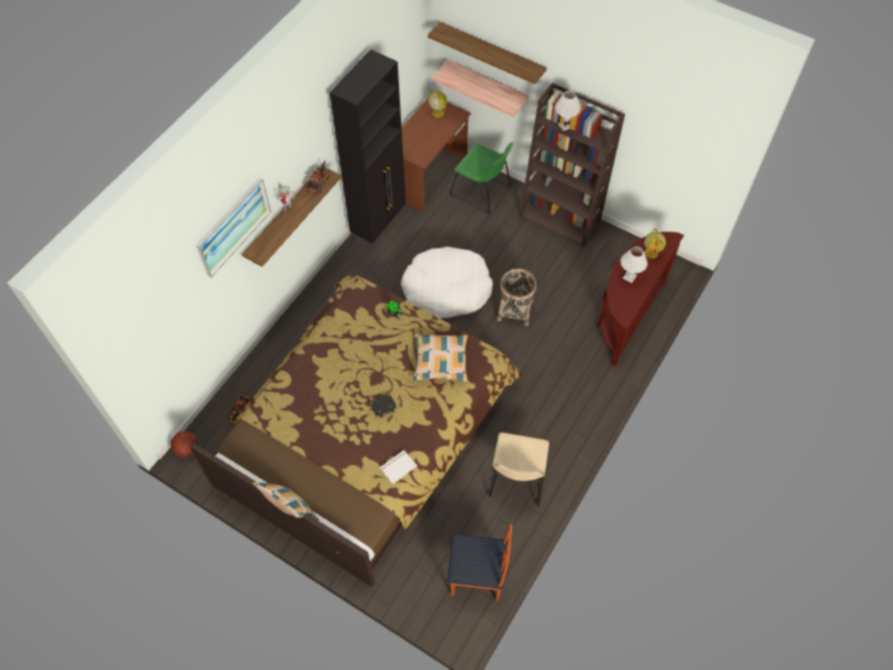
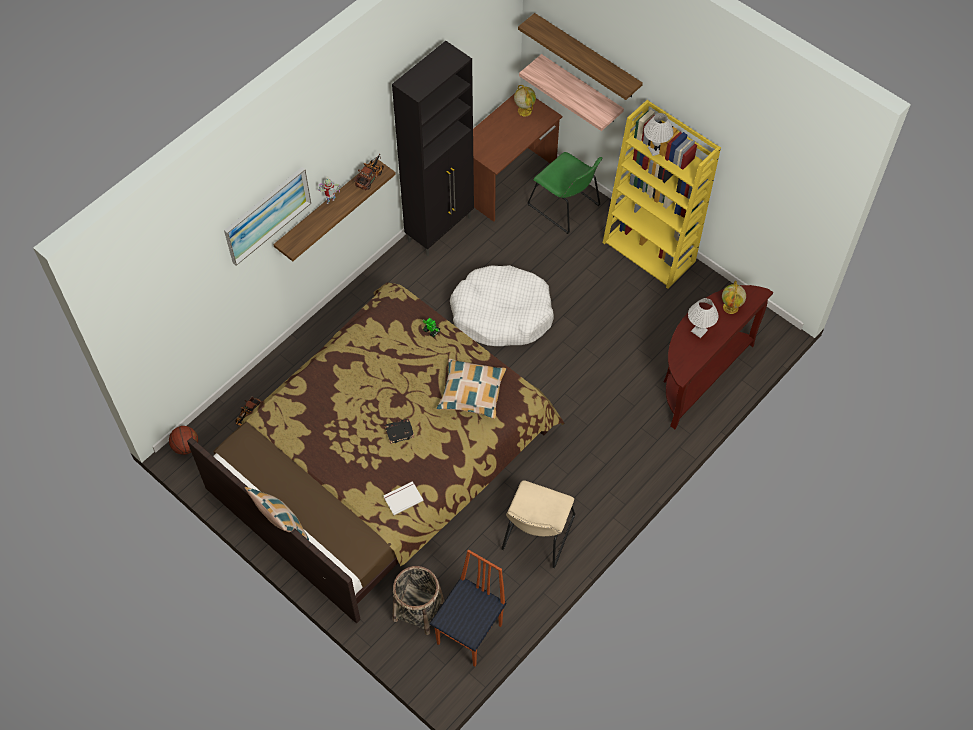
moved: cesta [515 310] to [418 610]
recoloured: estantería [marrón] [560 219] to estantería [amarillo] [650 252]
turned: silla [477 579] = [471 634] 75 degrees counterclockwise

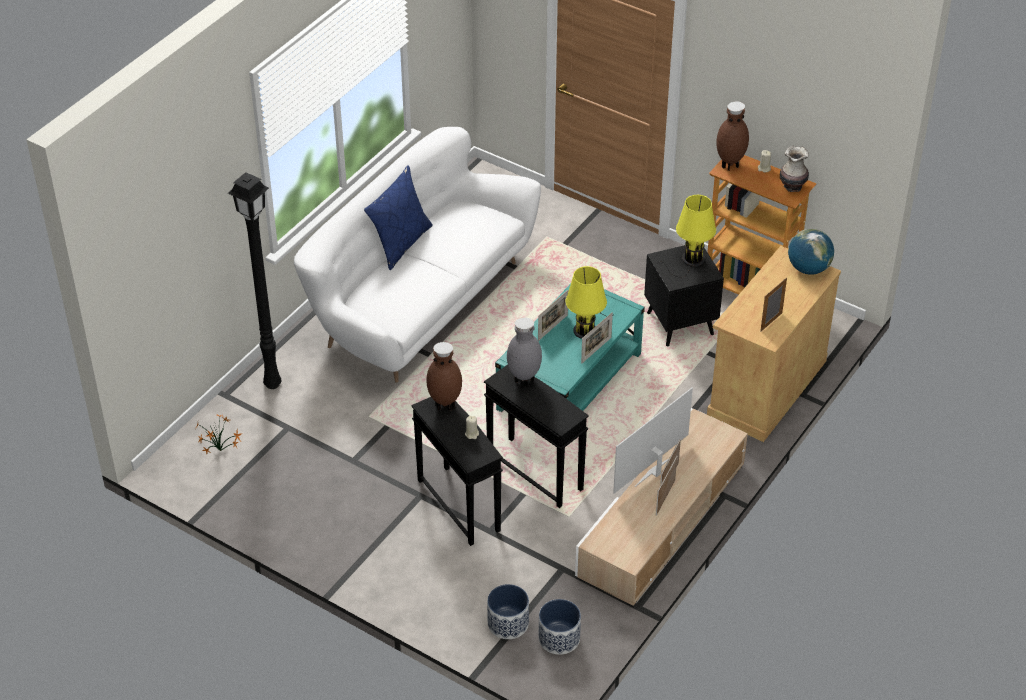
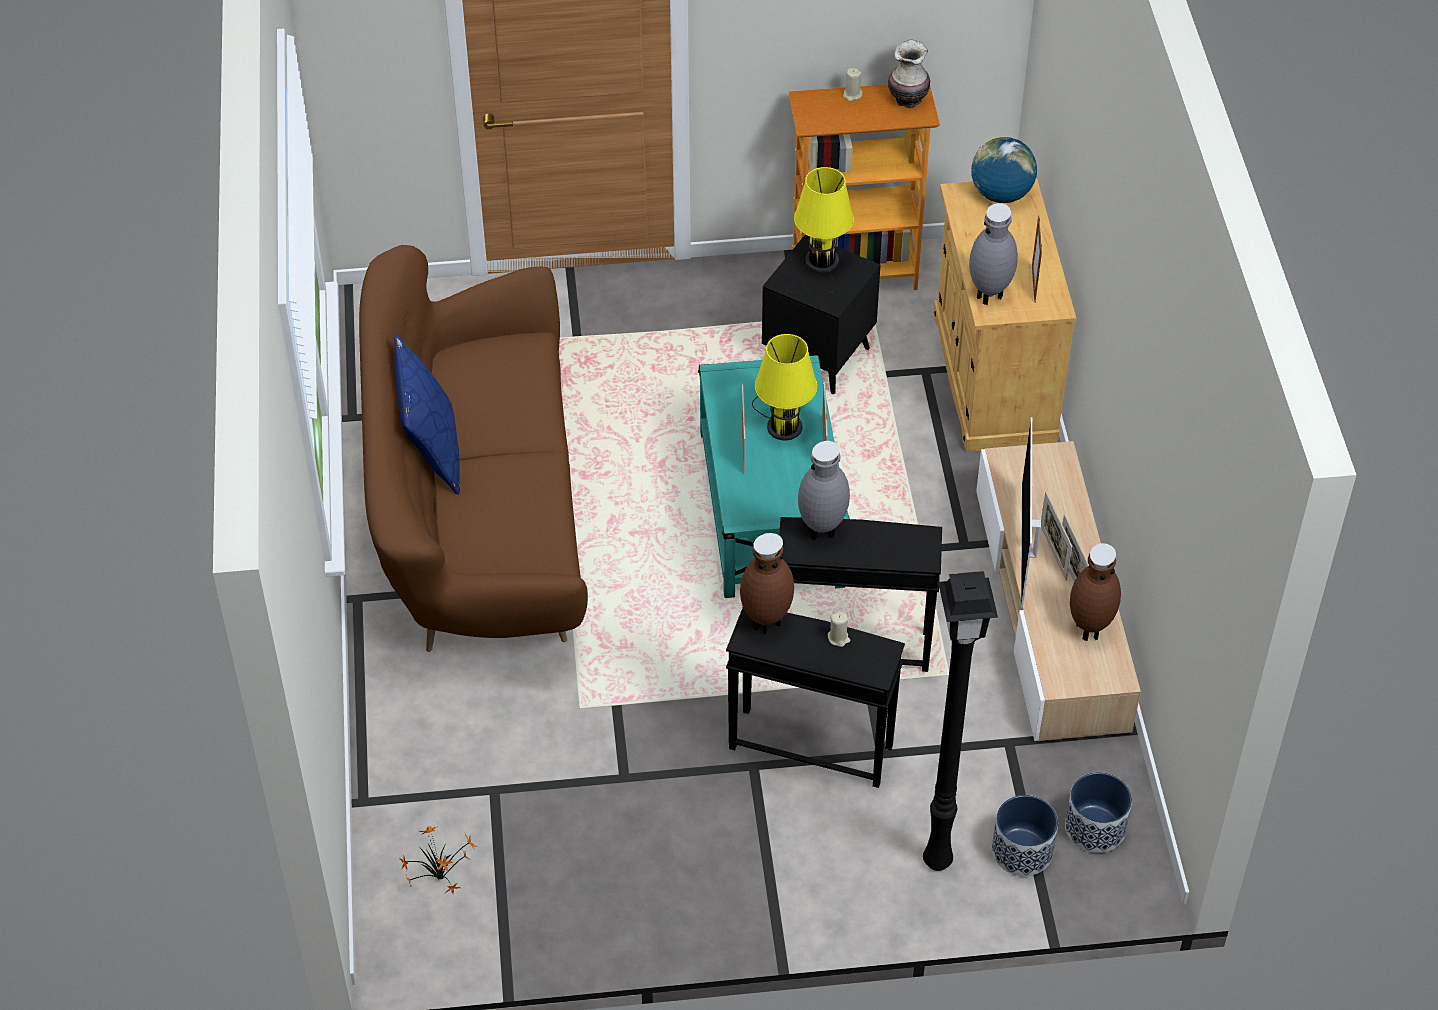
added: florero [gris] [990 296]
moved: lámpara de pie [negro] [272 383] to [935 859]; florero [marrón] [729 164] to [1088 629]
recoloured: sofá [blanco] [418 302] to sofá [marrón] [479 520]

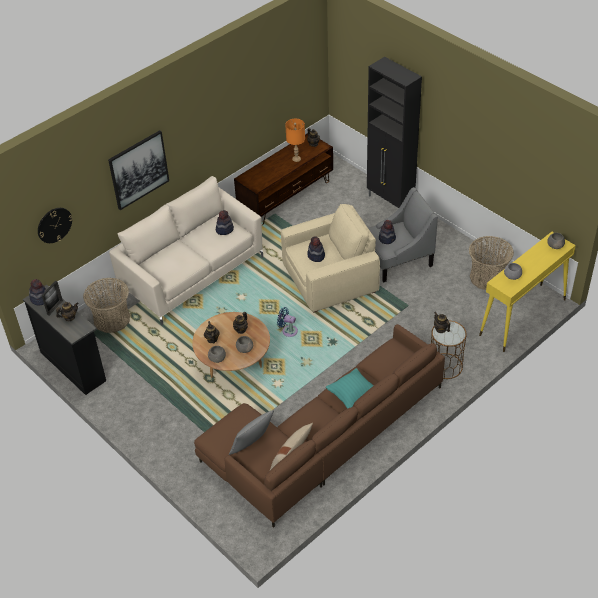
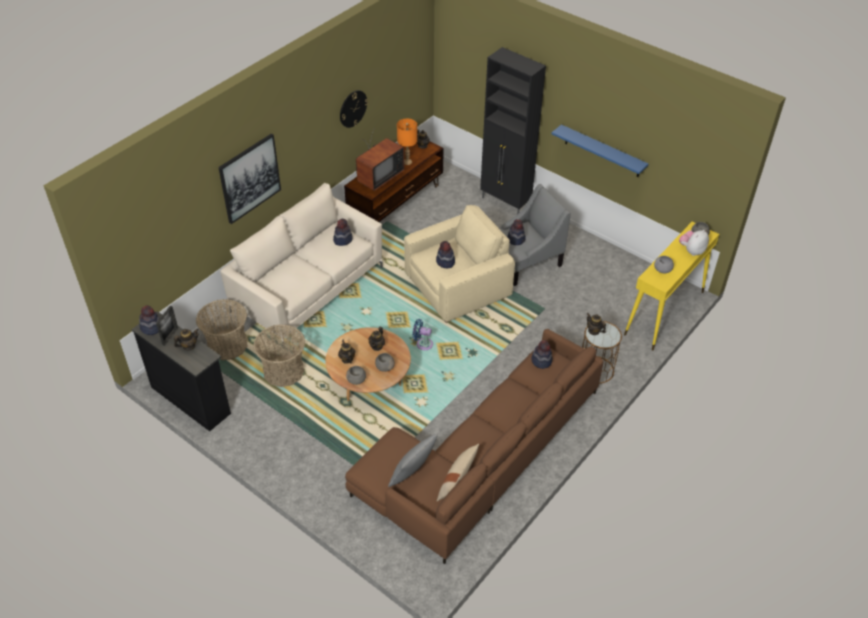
removed: cojín [turquesa] [352 396]
added: televisor [378 177]; sombrero [541 360]; estante [azul] [602 151]; peluche [691 251]
moved: reloj de pared [54 225] to [353 108]; cesta [487 277] to [283 371]

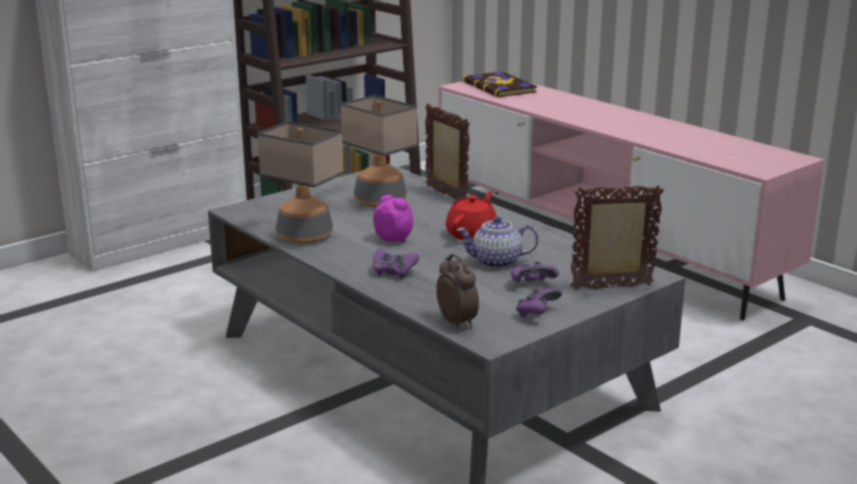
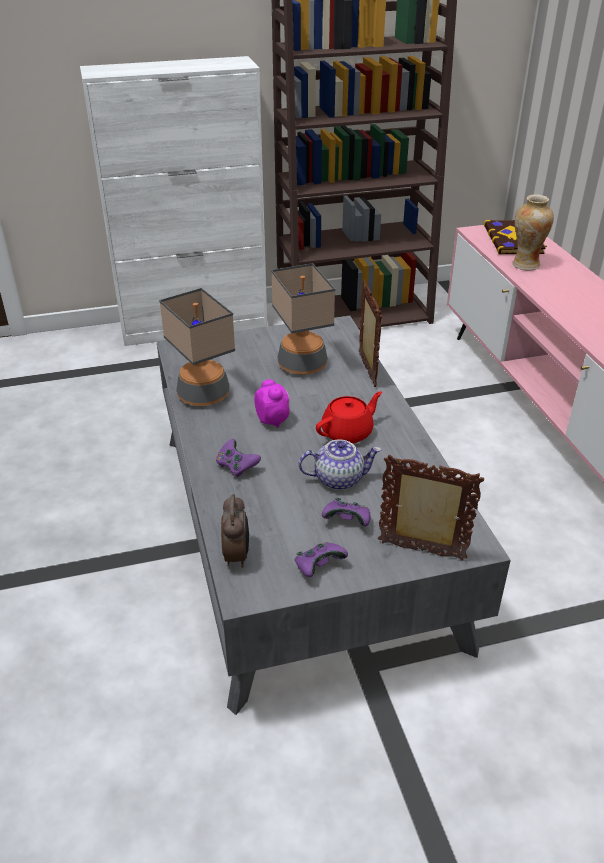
added: florero [525 265]
turned: tetera [496 262] = [339 479] 150 degrees clockwise

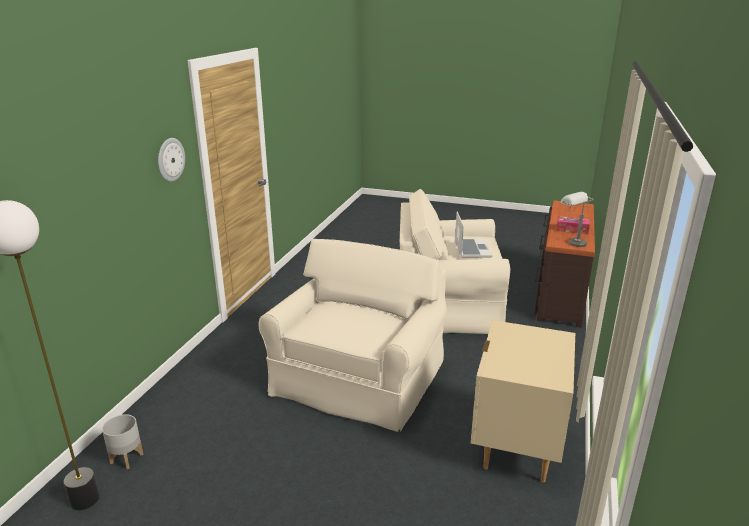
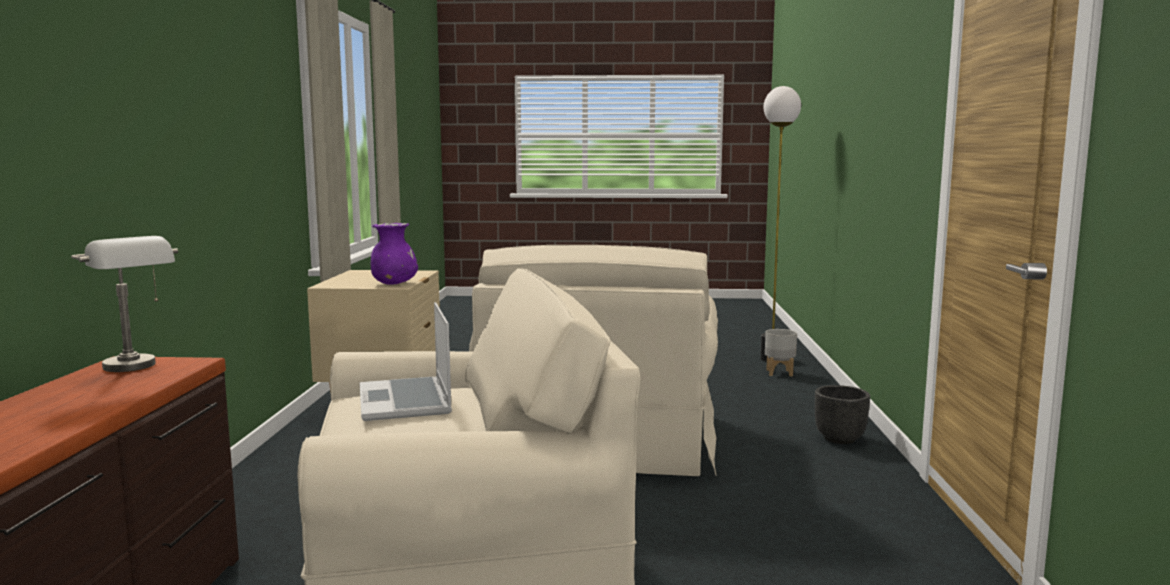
removed: reloj de pared [170 159]; caja de pañuelos [572 229]
added: florero [morado] [394 284]; maceta [negro] [840 439]

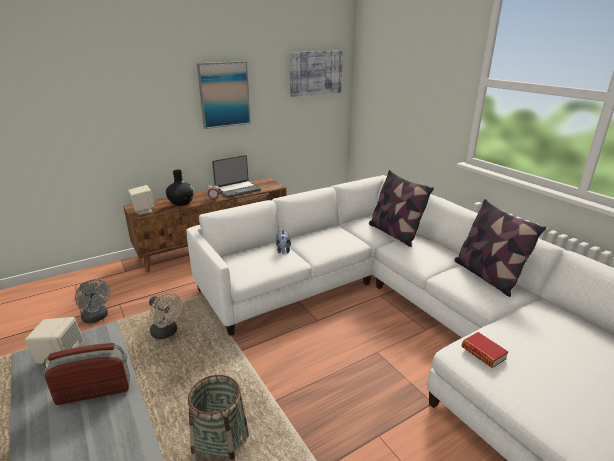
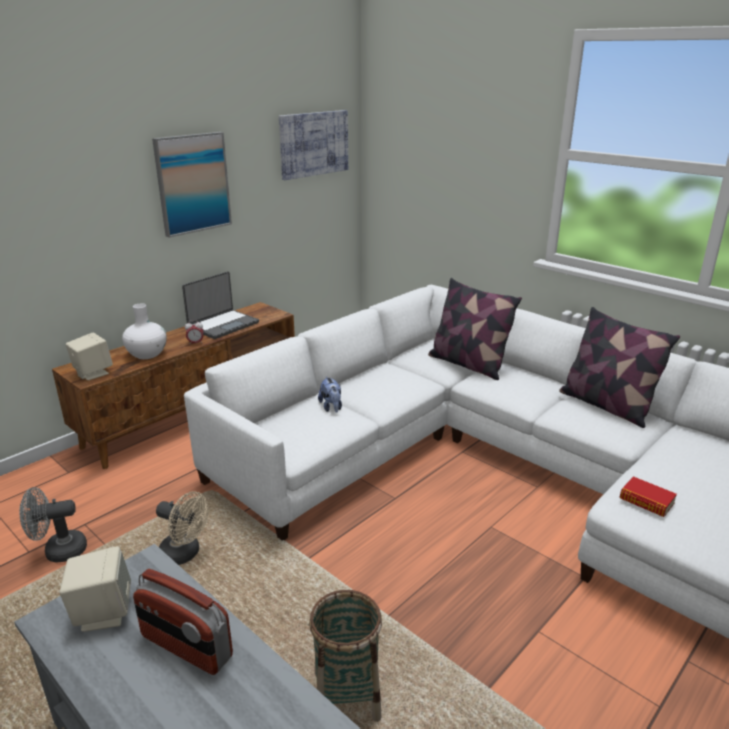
recoloured: florero [negro] [181 203] to florero [blanco] [147 354]
turned: radio [94 391] = [186 647] 120 degrees counterclockwise; ventilador [gris] [97 318] = [59 551] 135 degrees clockwise

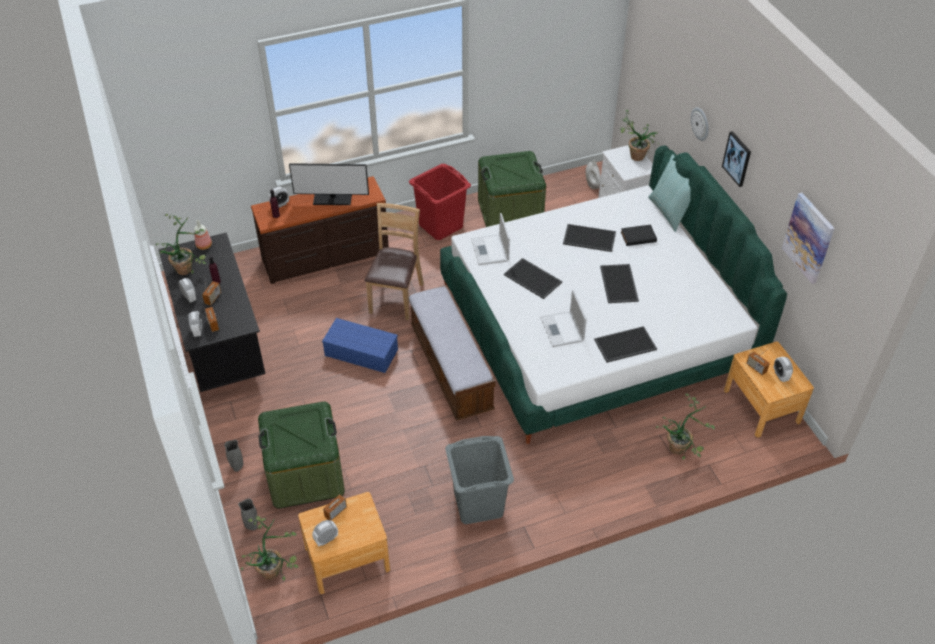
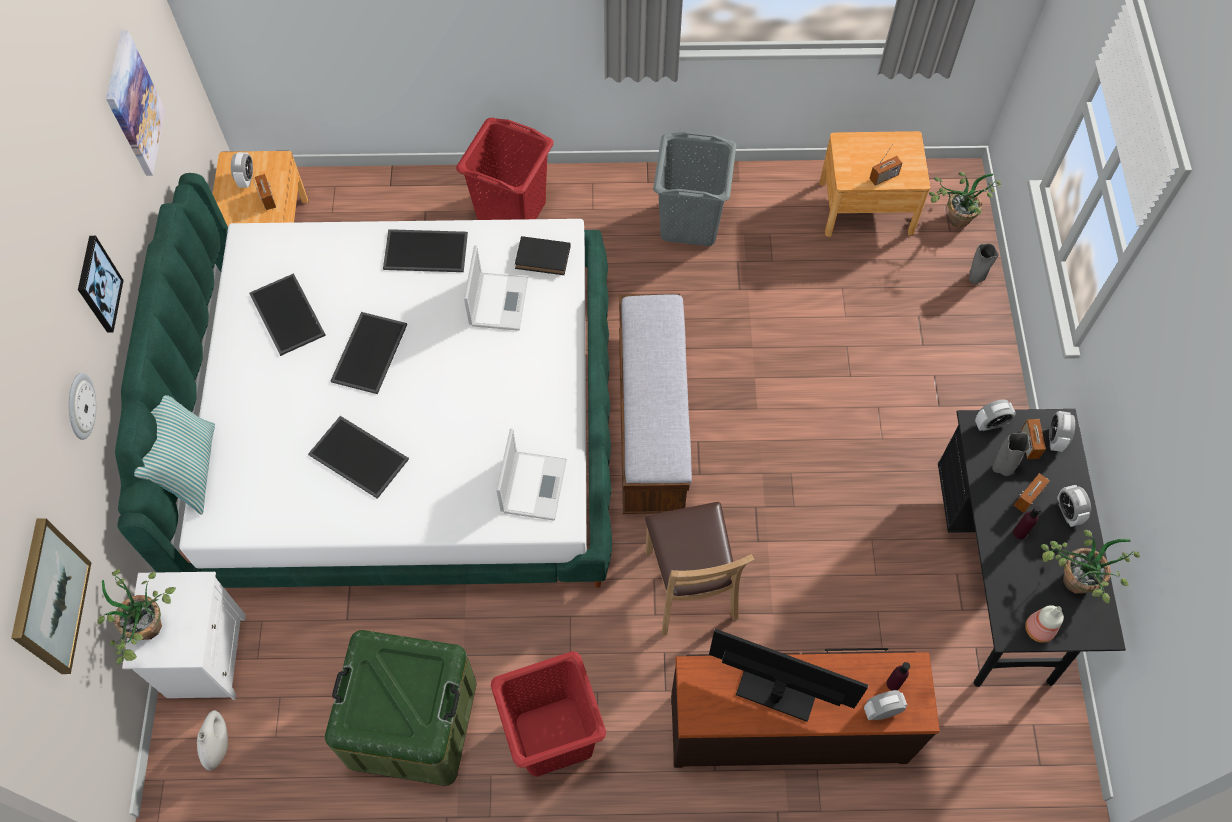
removed: caja de almacenaje [verde] [305 474]; caja de almacenaje [azul] [360 352]; planta en maceta [682 448]
added: cuadro [49 597]; cesto de la ropa [rojo] [511 211]
moved: florero [gris] [237 466] to [1001 468]; despertador [326 539] to [990 424]; bandeja [533 278] to [285 314]; libro [negro] [637 237] to [544 258]
turned: silla [marrón] [396 297] = [690 586] 45 degrees counterclockwise

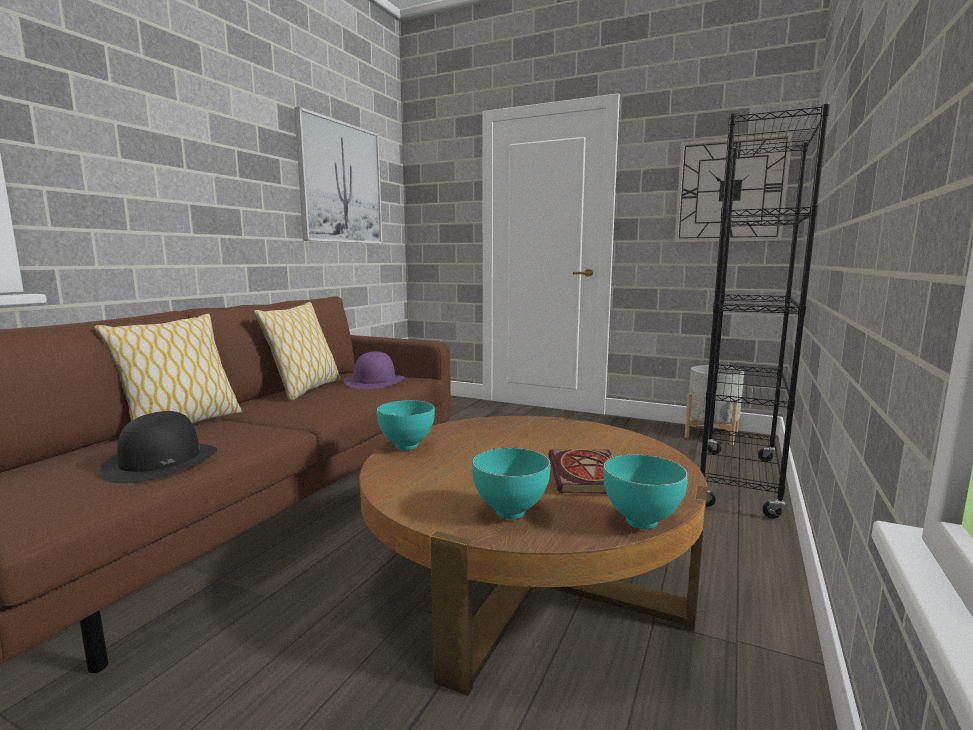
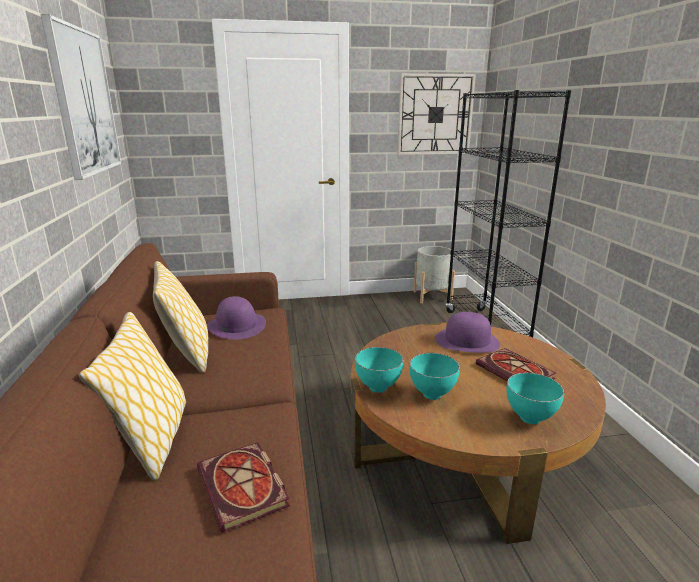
added: sombrero [morado] [467 341]
moved: cuenco [turquesa] [640 524] to [432 396]
replaced: sombrero [negro] [161 461] to libro [245 488]

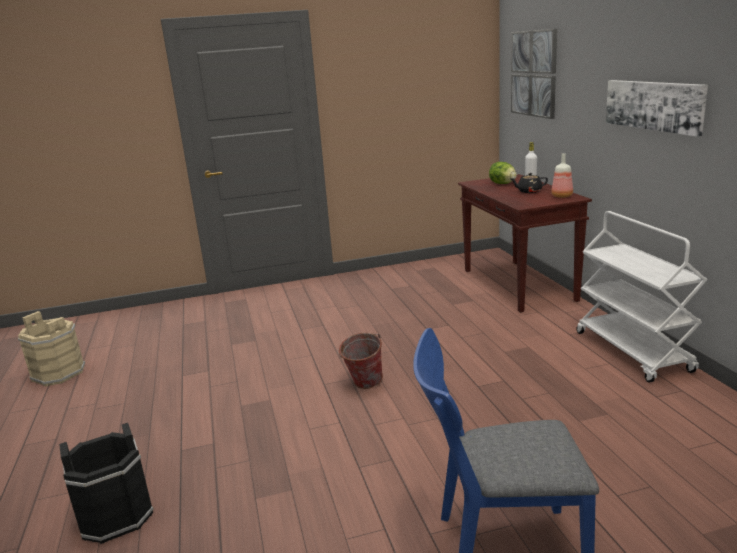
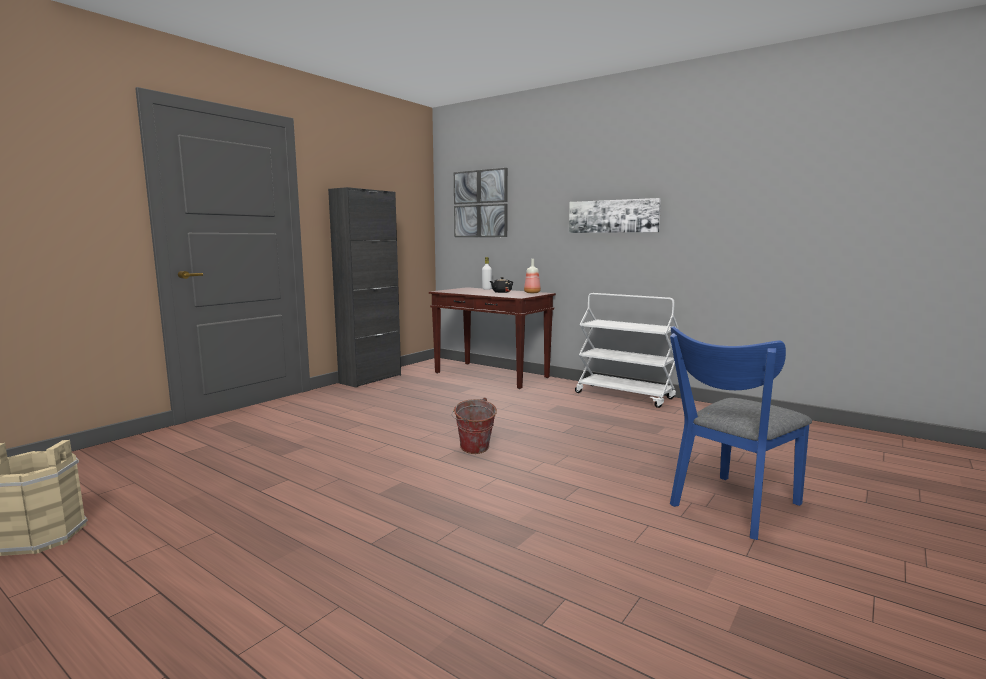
removed: cubo [negro] [116 515]; lechuga [502 184]
added: armario [negro] [370 379]

